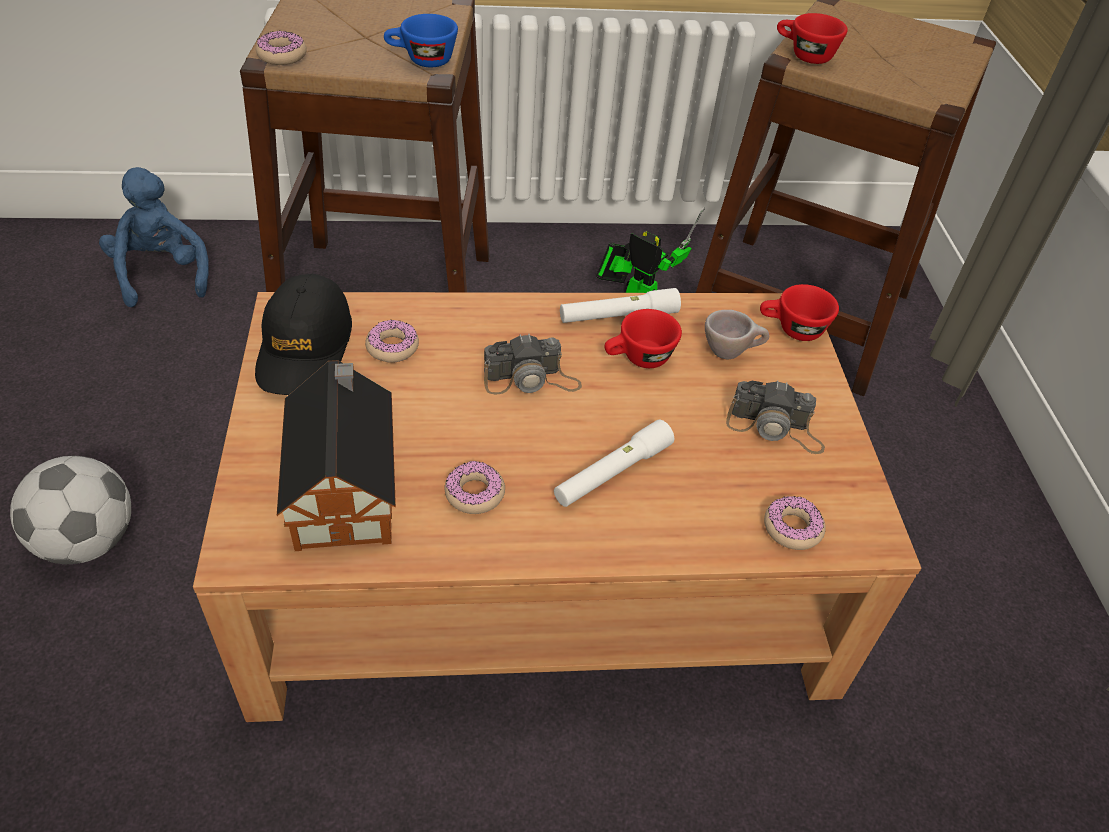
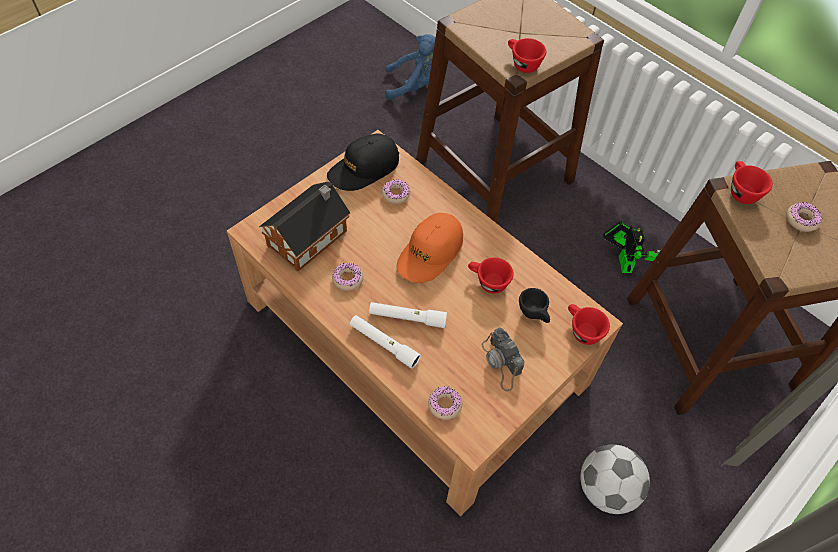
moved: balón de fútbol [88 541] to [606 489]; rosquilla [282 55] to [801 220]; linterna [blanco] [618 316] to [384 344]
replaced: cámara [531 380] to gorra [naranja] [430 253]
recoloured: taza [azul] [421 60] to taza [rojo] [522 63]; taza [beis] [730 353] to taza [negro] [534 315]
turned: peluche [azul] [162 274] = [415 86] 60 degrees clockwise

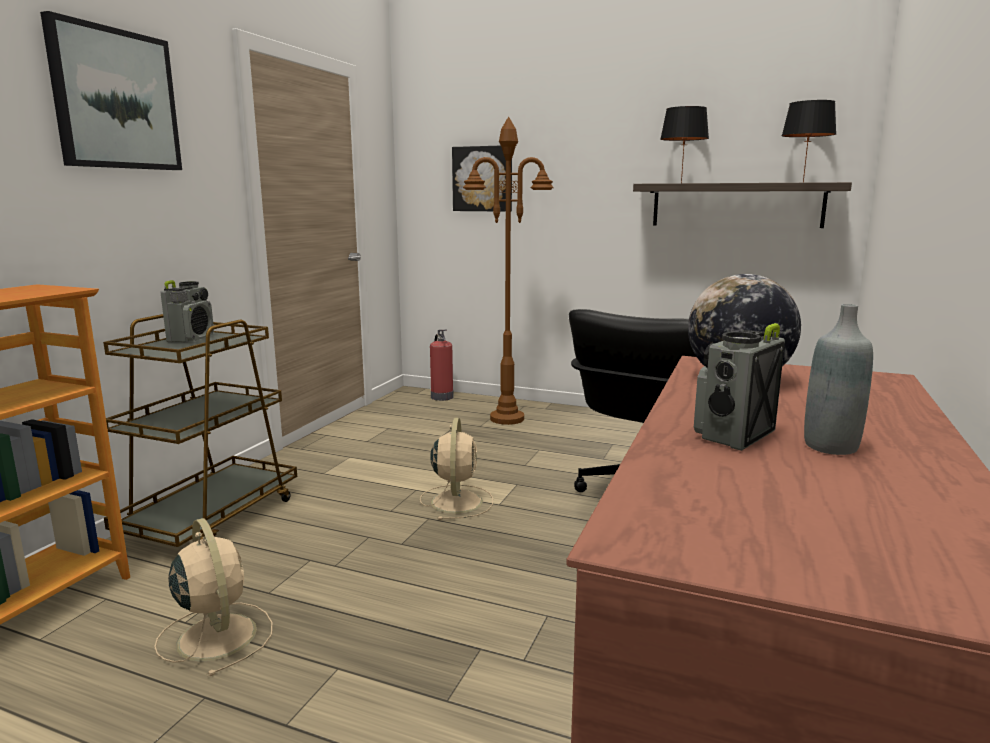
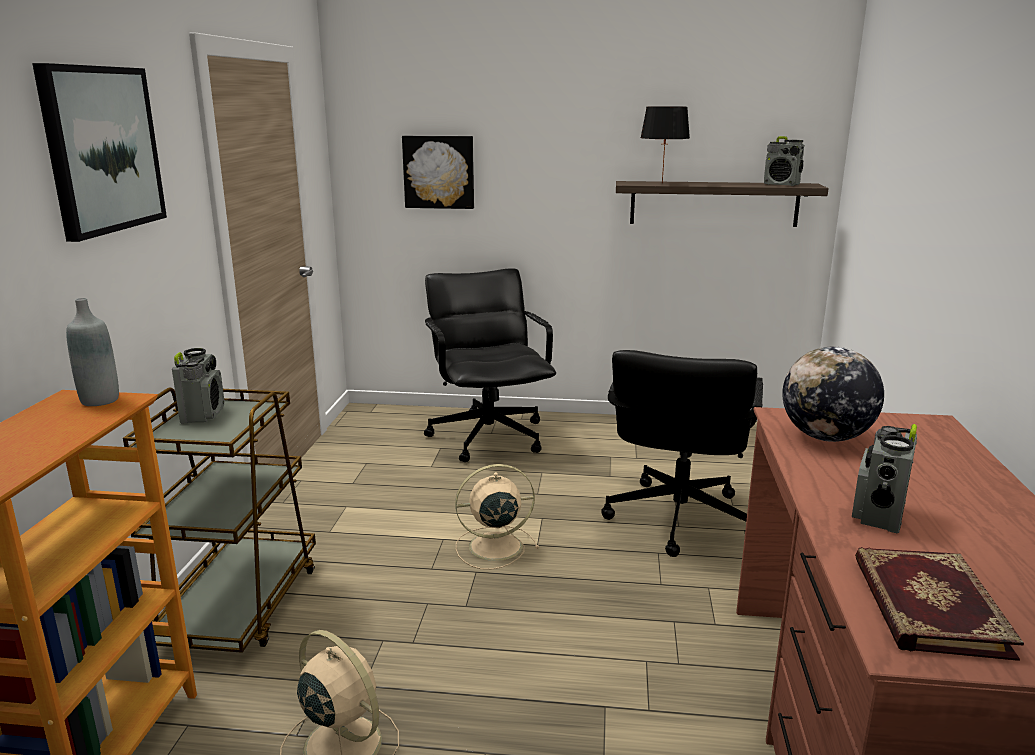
removed: extintor [441 396]
added: libro [926 606]
moved: botella [gris] [830 446] to [100 400]
replaced: lámpara de pie [marrón] [507 418] to silla de oficina [negro] [489 436]; lámpara de mesa [negro] [803 182] to radio [781 184]
turned: ventilador [beis] [457 501] = [493 546] 90 degrees counterclockwise

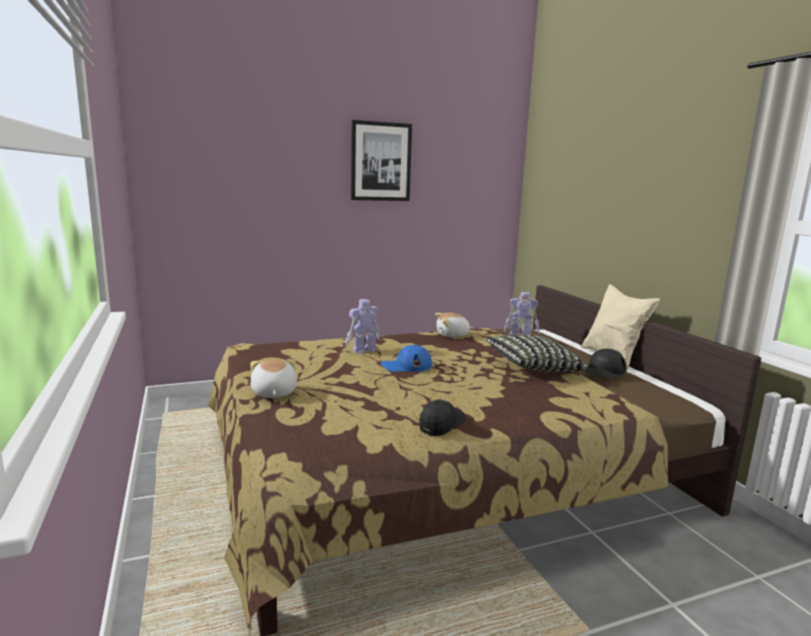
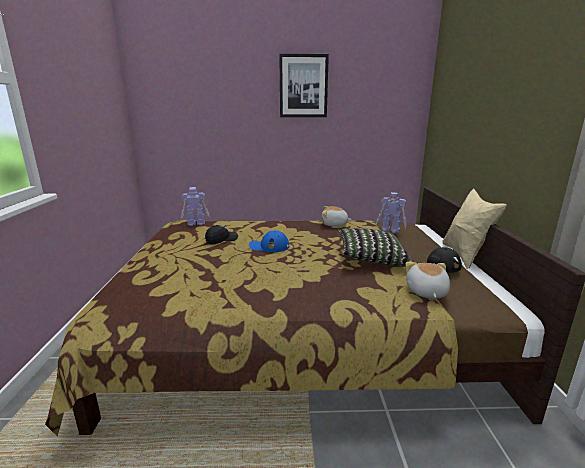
moved: peluche [273 393] to [426 292]; robot de juguete [363 350] to [195 223]; gorra [negro] [441 425] to [221 240]

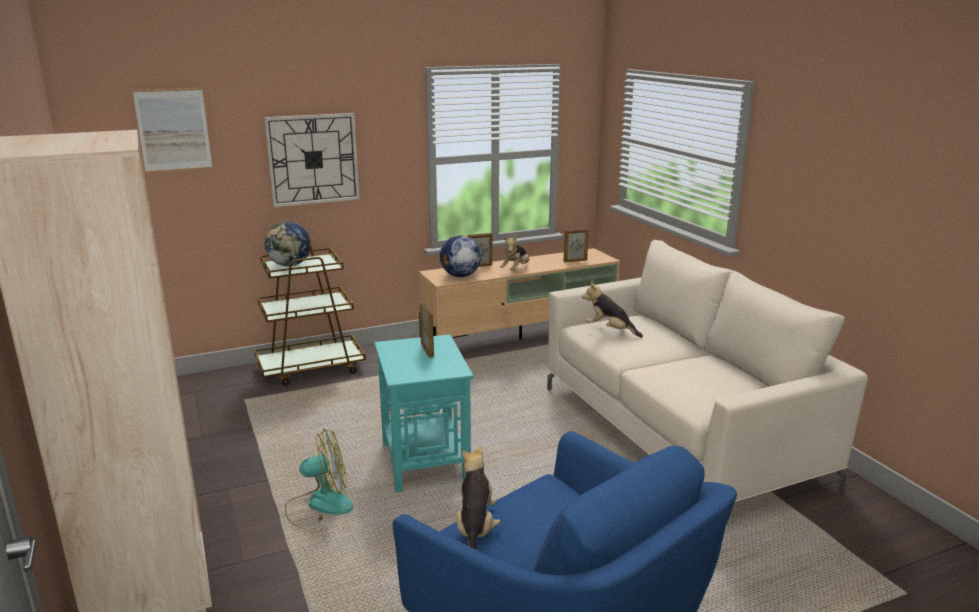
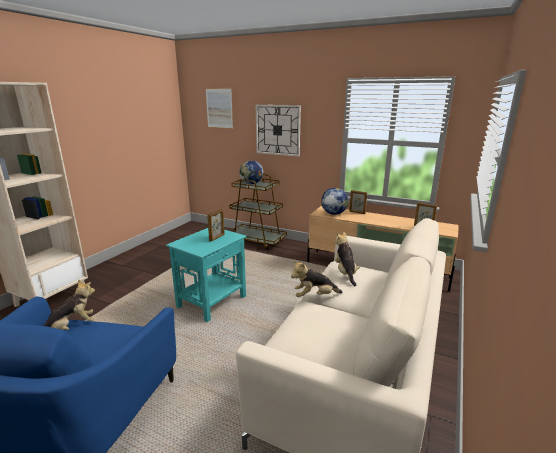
removed: ventilador [319 506]
moved: peluche [515 270] to [314 296]

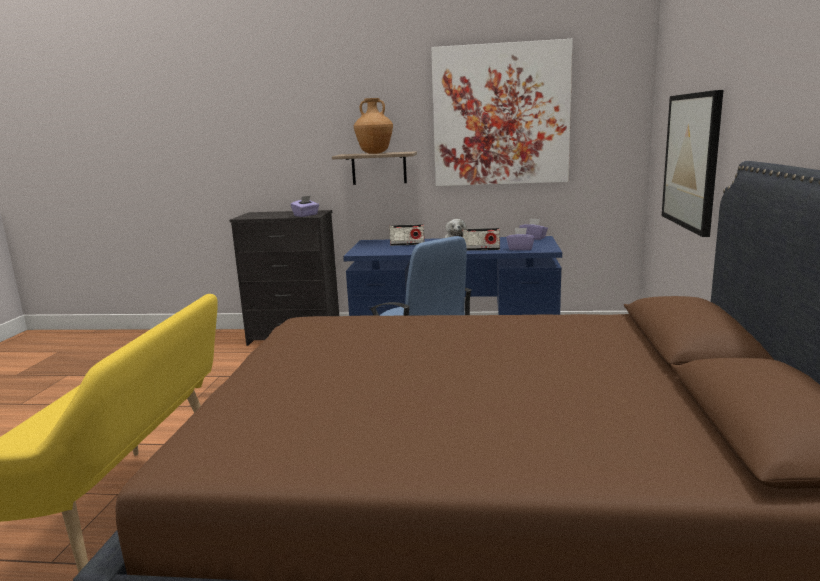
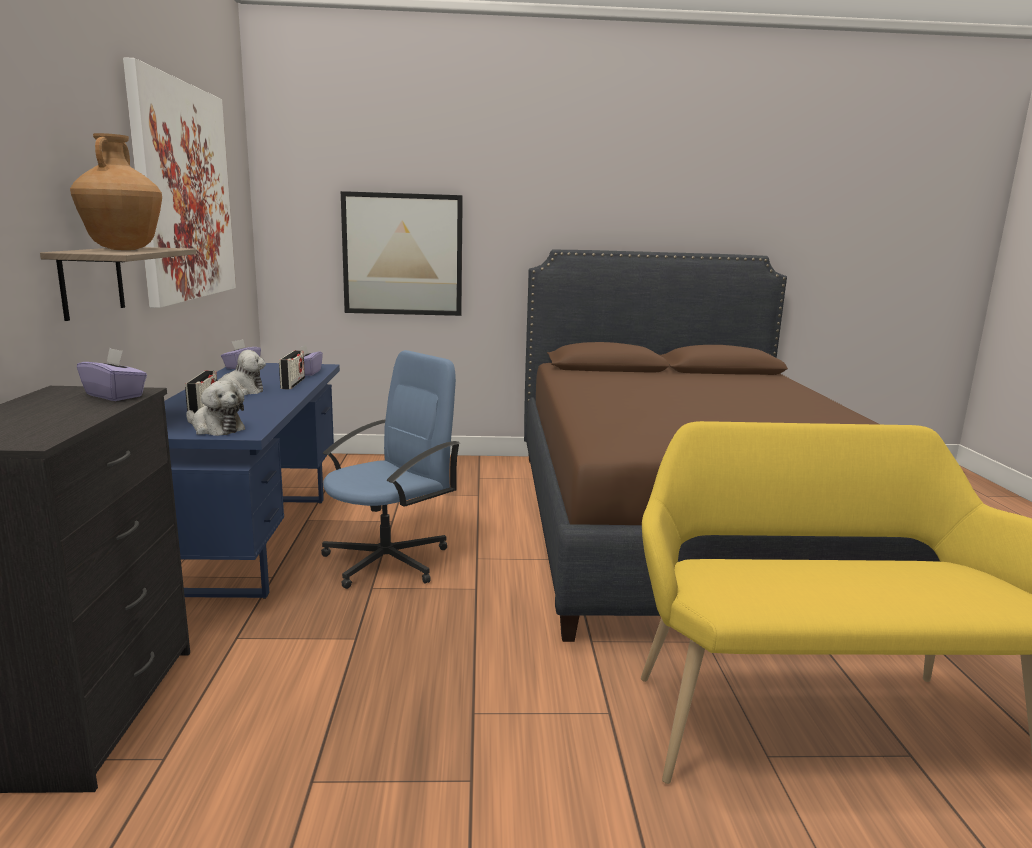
added: peluche [215 428]

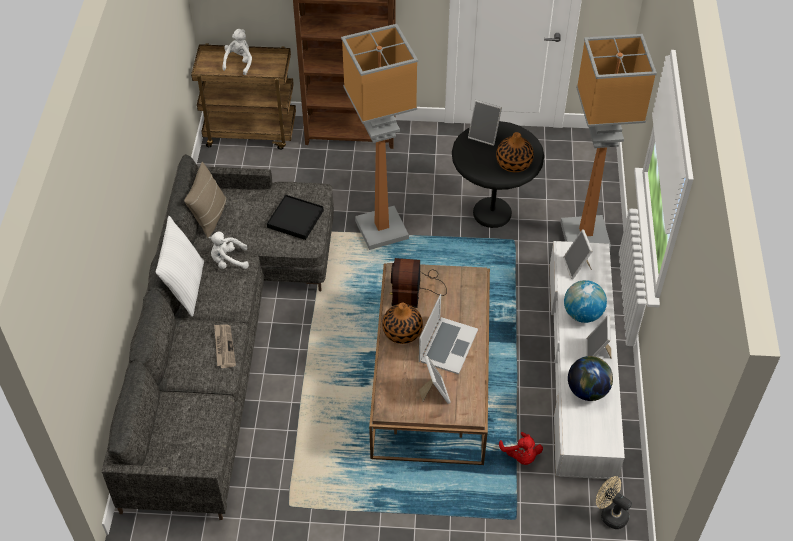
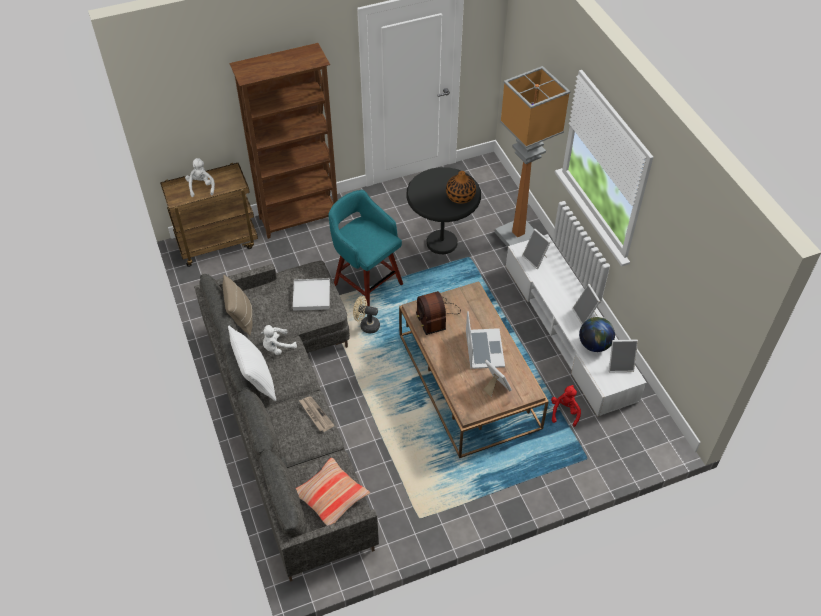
removed: florero [402 332]; globo terráqueo [582 314]
added: cojín [331 496]
moved: portarretratos [484 135] to [620 365]; ventilador [beis] [610 514] to [366 325]
replaced: lámpara de pie [382 229] to taburete [turquesa] [366 283]
recoloured: bandeja [negro] [295 219] to bandeja [blanco] [311 296]
turned: peluche [rojo] [521 456] = [564 412] 120 degrees counterclockwise

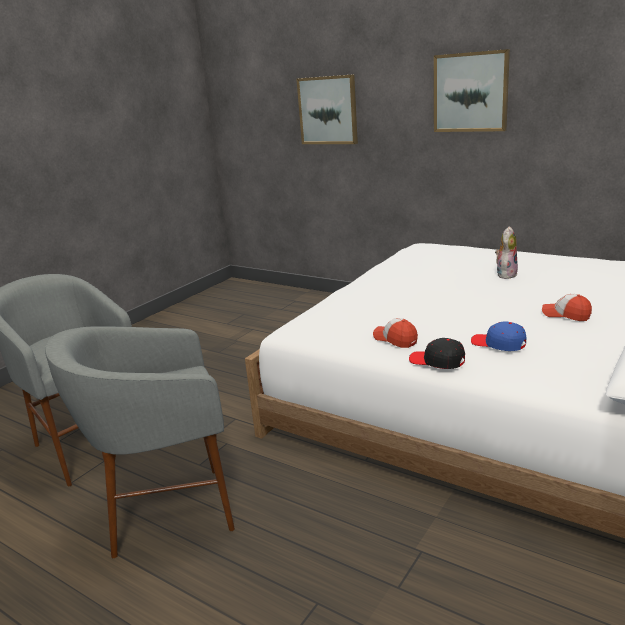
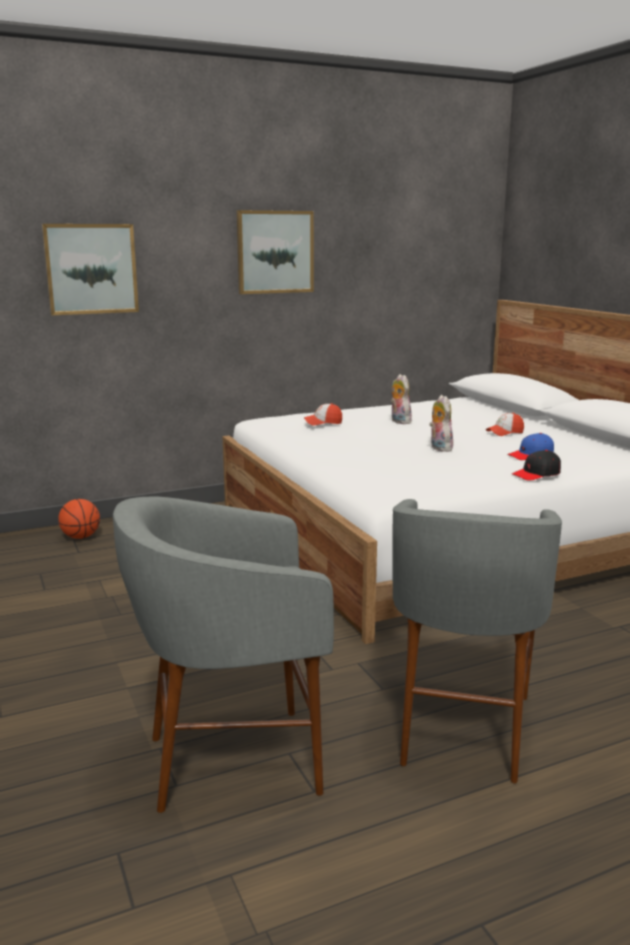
added: balón de baloncesto [80 537]; peluche [439 448]
moved: gorra [395 339] to [323 422]

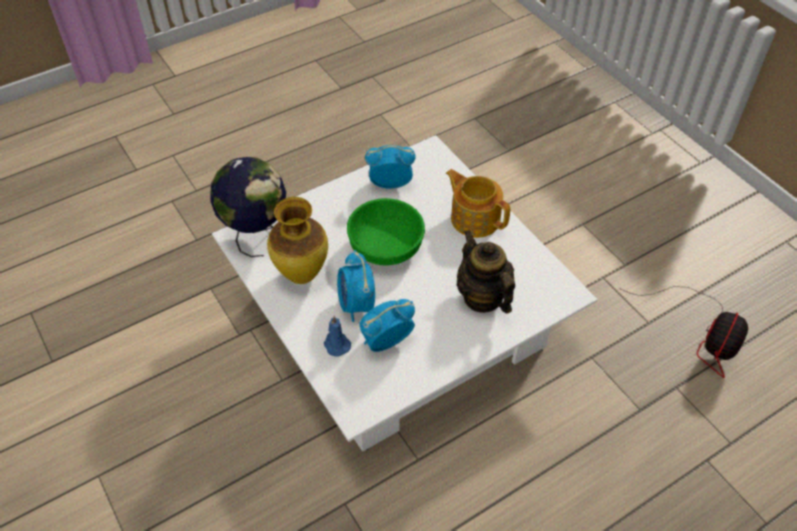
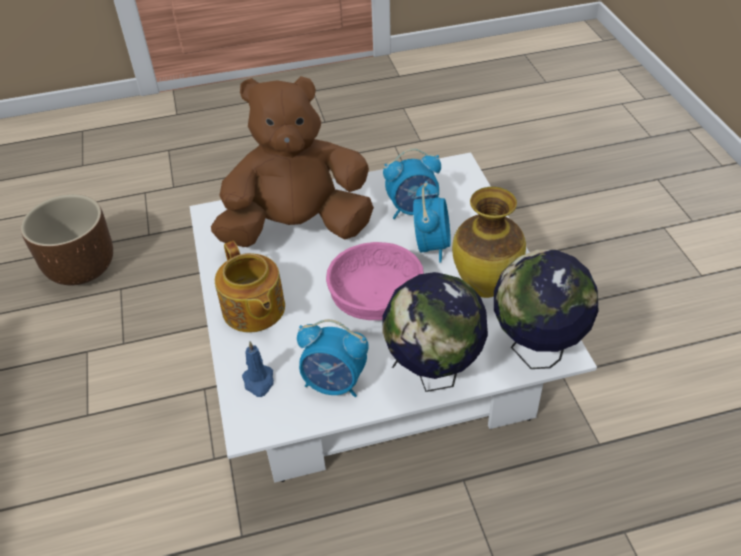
added: globo terráqueo [433 375]
moved: vela [azul] [336 344] to [259 382]
replaced: tetera [482 297] to peluche [marrón] [298 228]; ventilador [703 334] to maceta [marrón] [82 267]
recoloured: cuenco [verde] [384 246] to cuenco [rosa] [377 299]

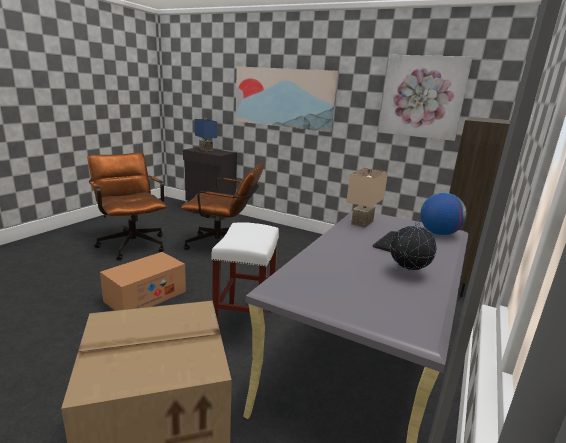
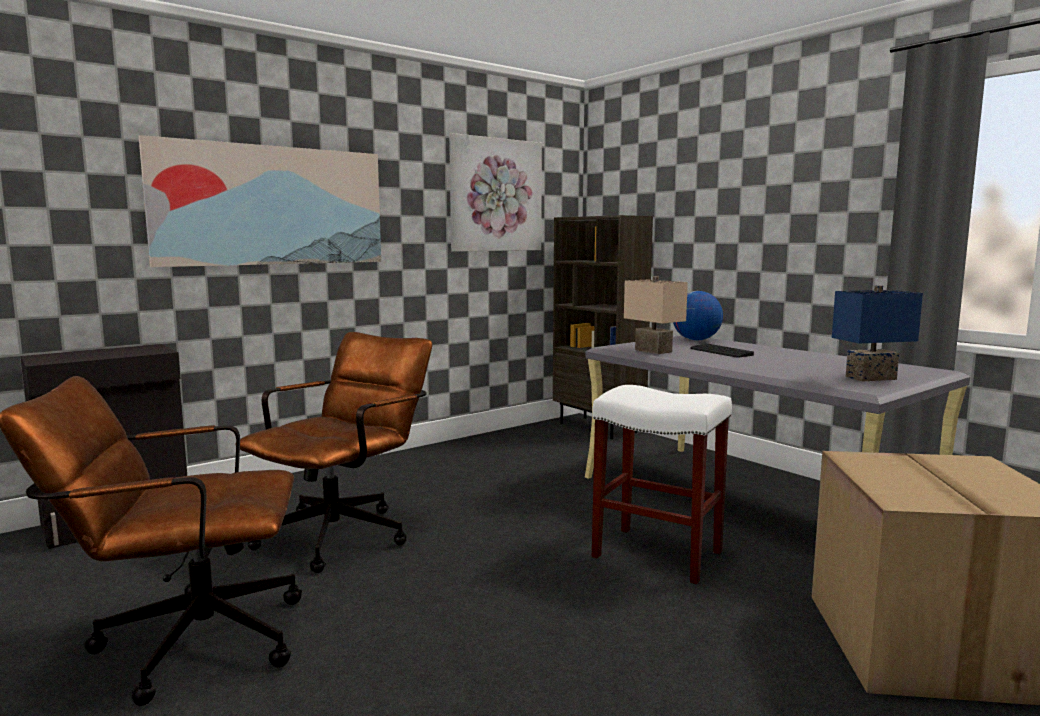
removed: caja de cartón [145 296]; globo terráqueo [407 273]
moved: lámpara de mesa [azul] [205 150] to [871 378]

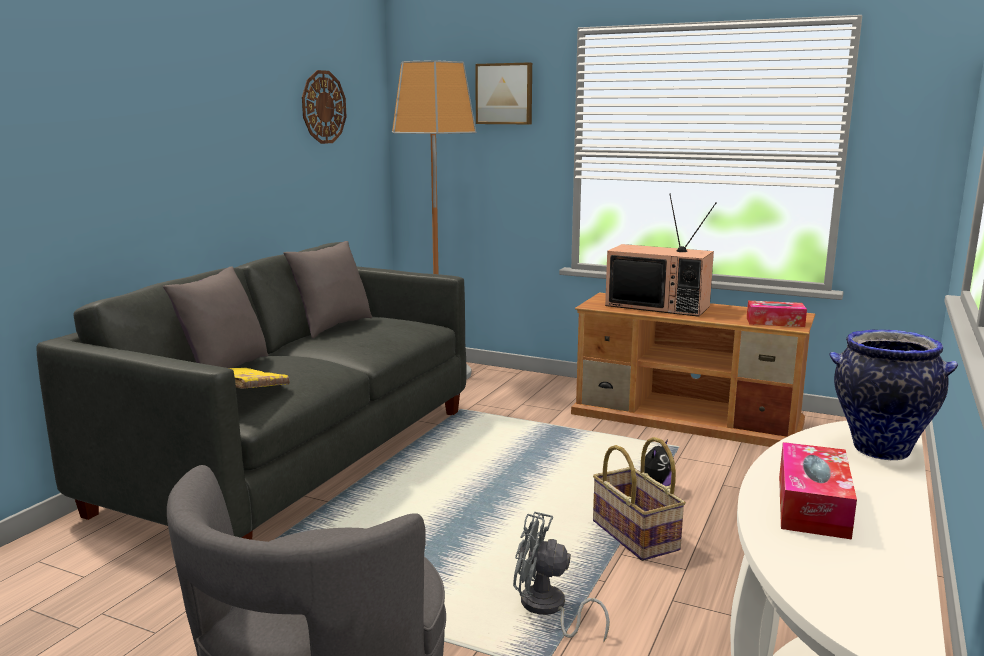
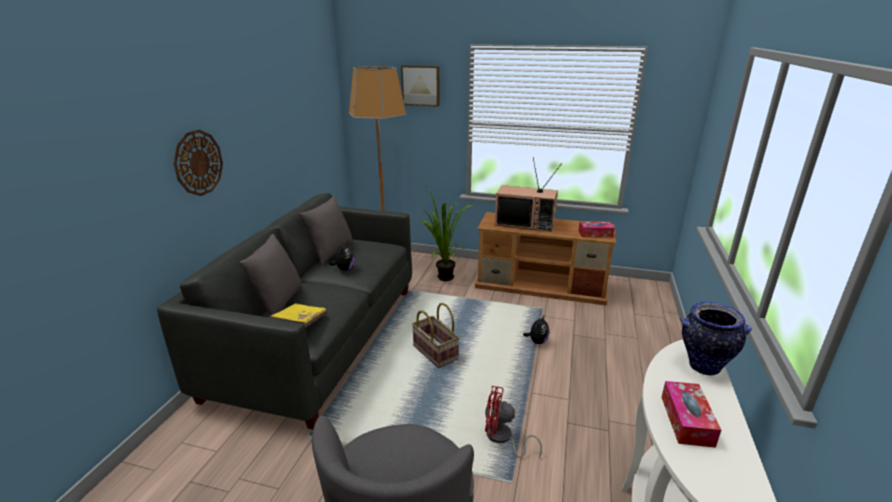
added: peluche [344 269]; planta en maceta [443 279]
moved: reloj de pared [323 107] to [198 163]; cesta [633 535] to [434 352]
recoloured: ventilador [gris] [547 609] to ventilador [rojo] [502 438]

